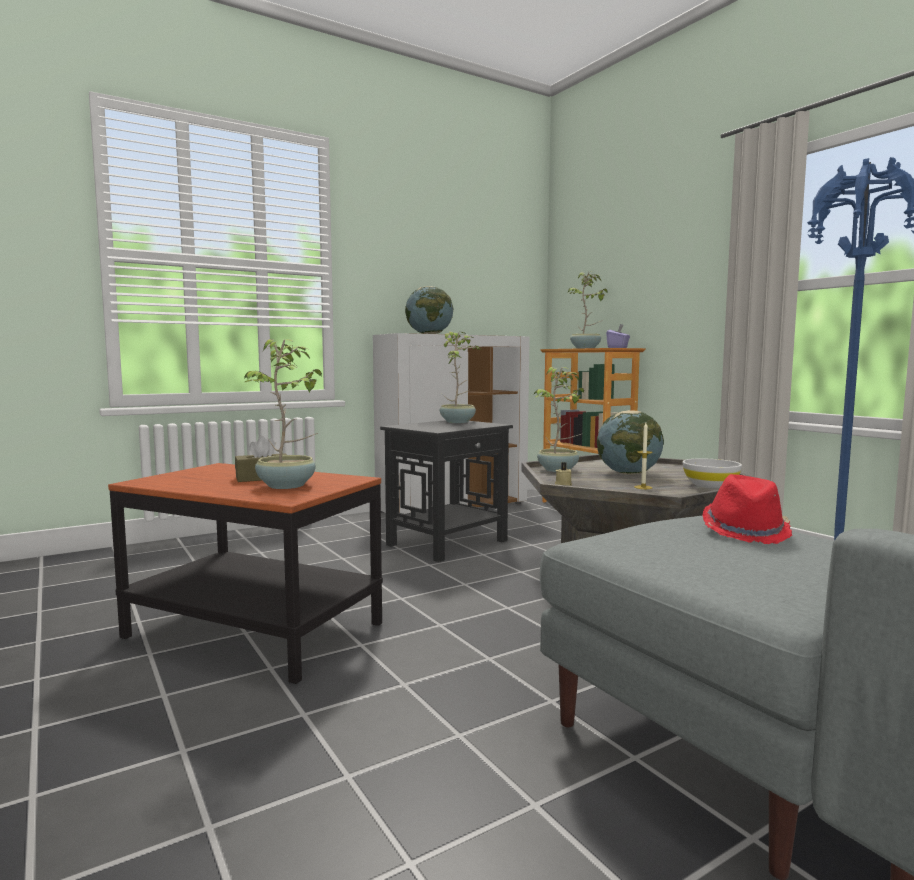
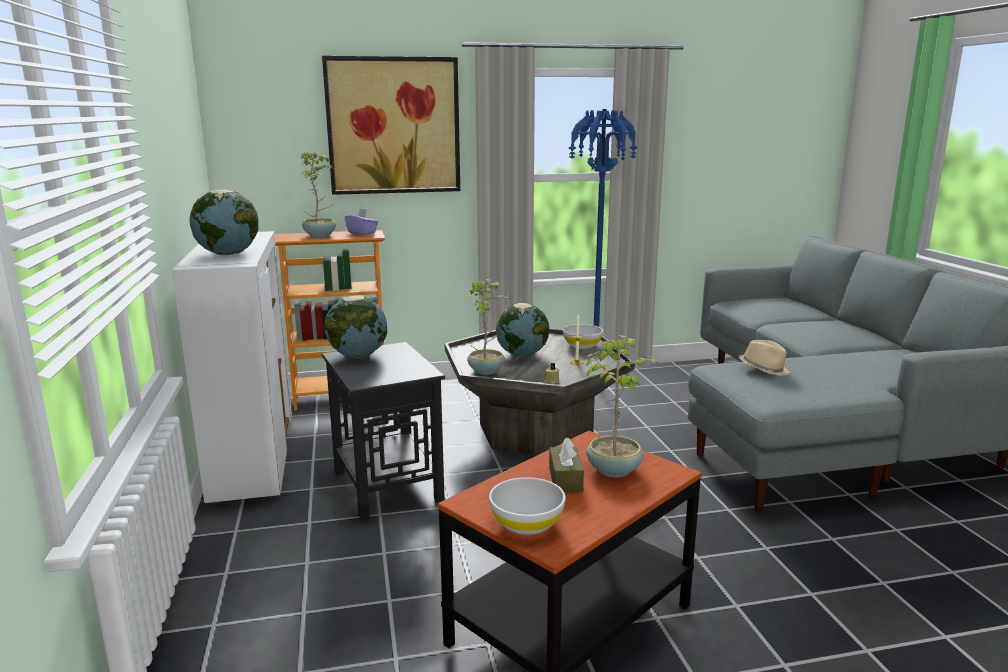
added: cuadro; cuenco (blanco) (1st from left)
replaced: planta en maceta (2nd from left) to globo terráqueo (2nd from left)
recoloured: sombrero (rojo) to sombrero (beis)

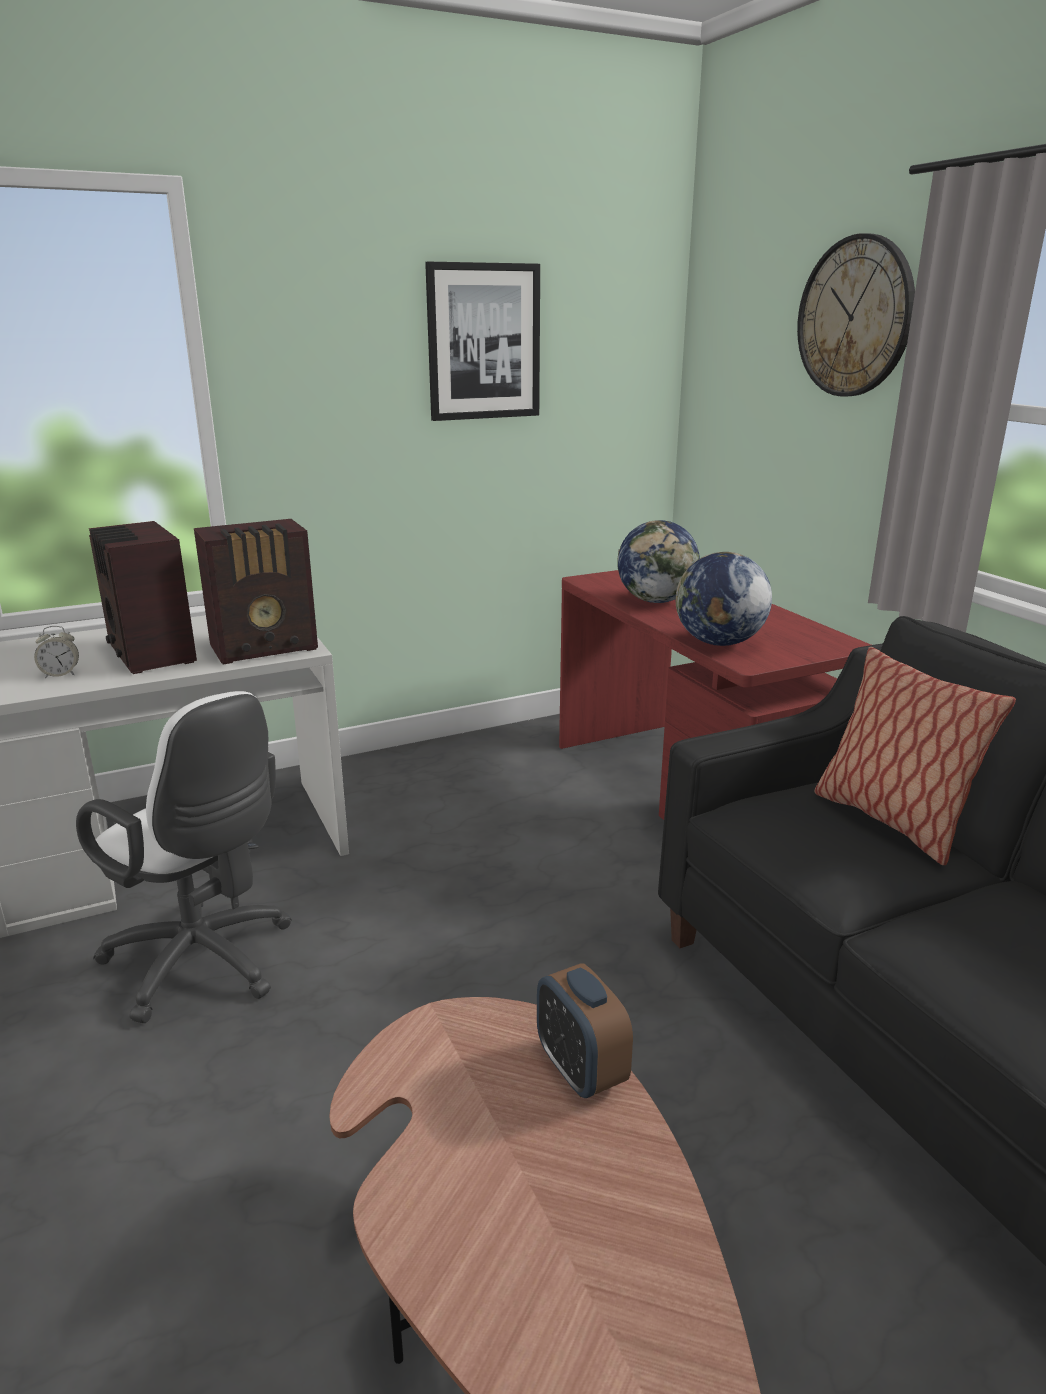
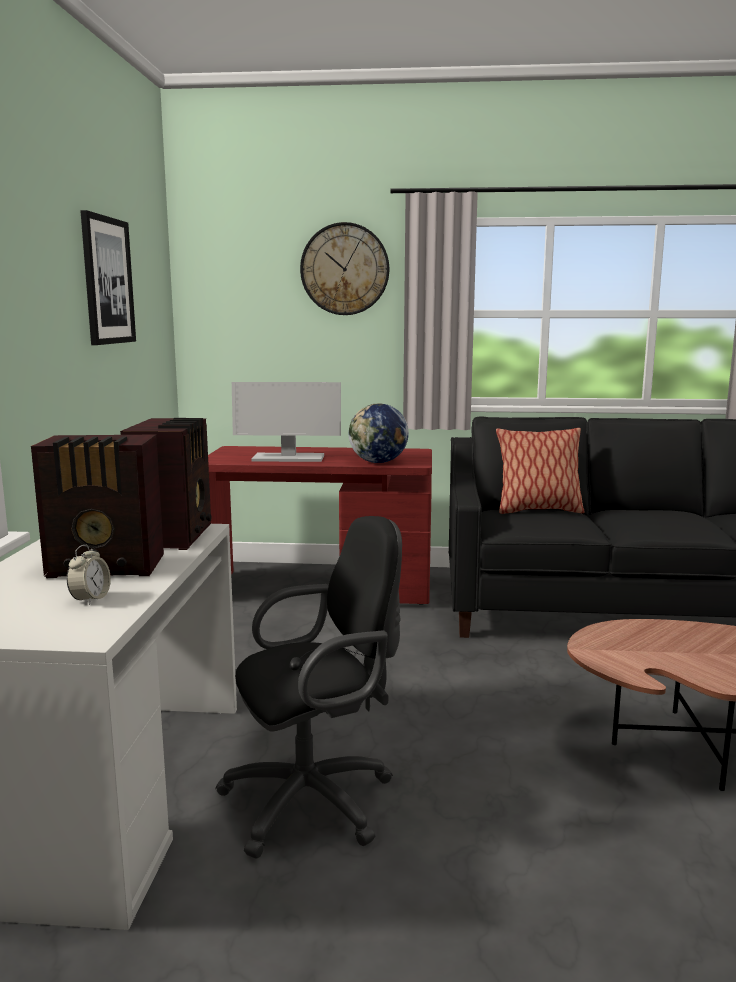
removed: despertador (2nd from left)
replaced: globo terráqueo (1st from left) to monitor
recoloured: silla de oficina (blanco) to silla de oficina (negro)

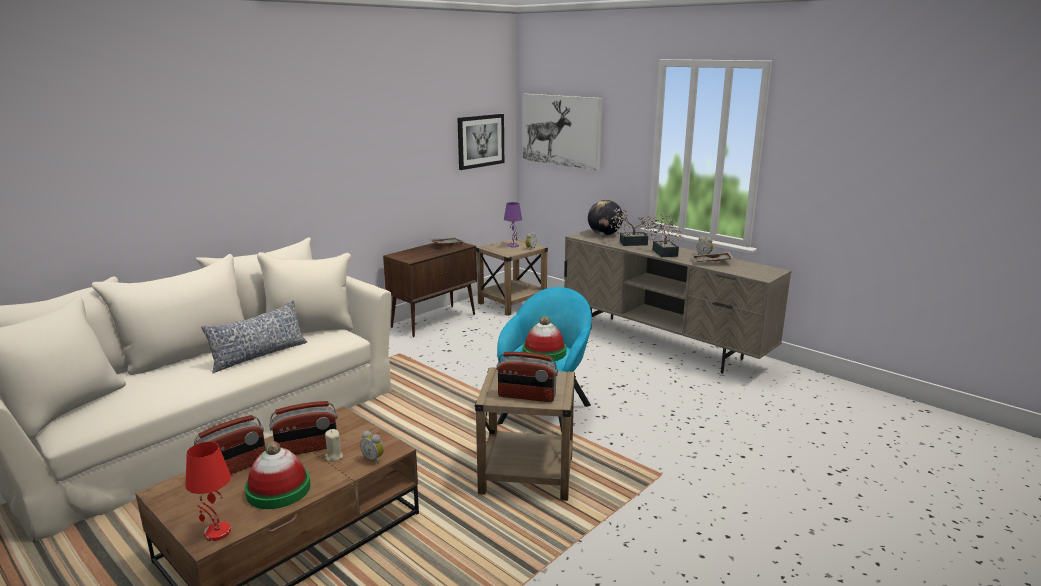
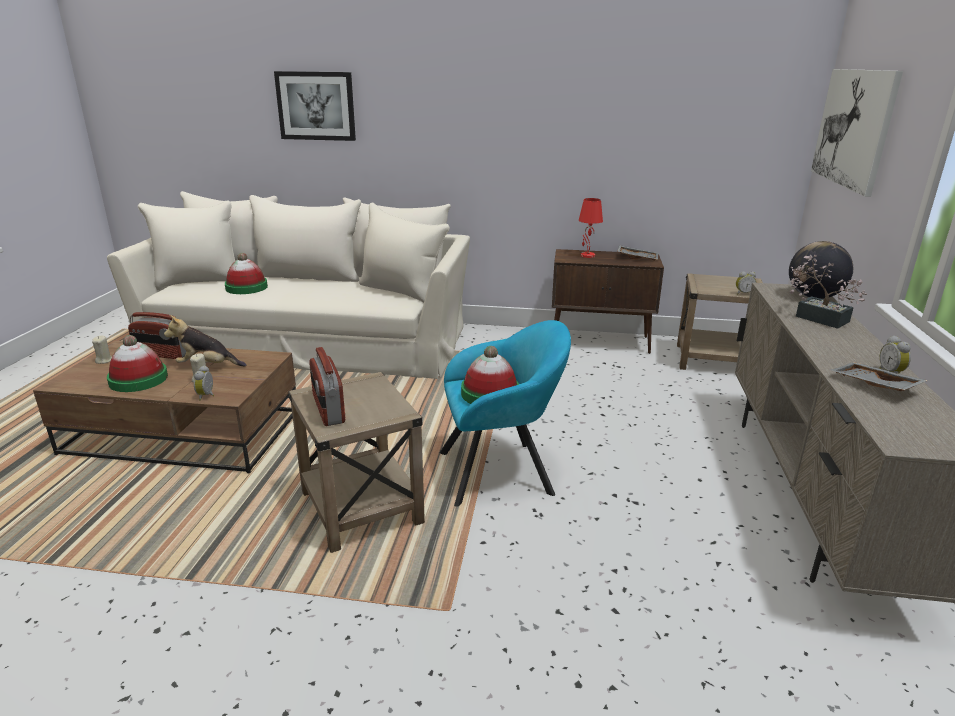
removed: cojín; lámpara de mesa (morado); planta en maceta (2nd from left)
added: vela (beis) (1st from left); sombrero (2nd from left)
moved: lámpara de mesa (rojo); cuadro (1st from left)
replaced: radio (2nd from left) to peluche

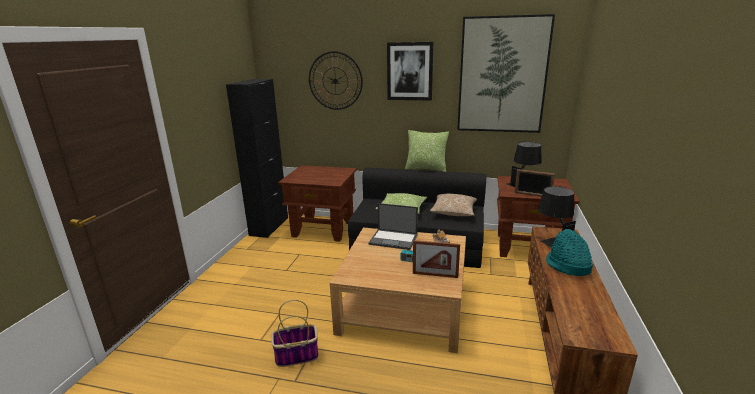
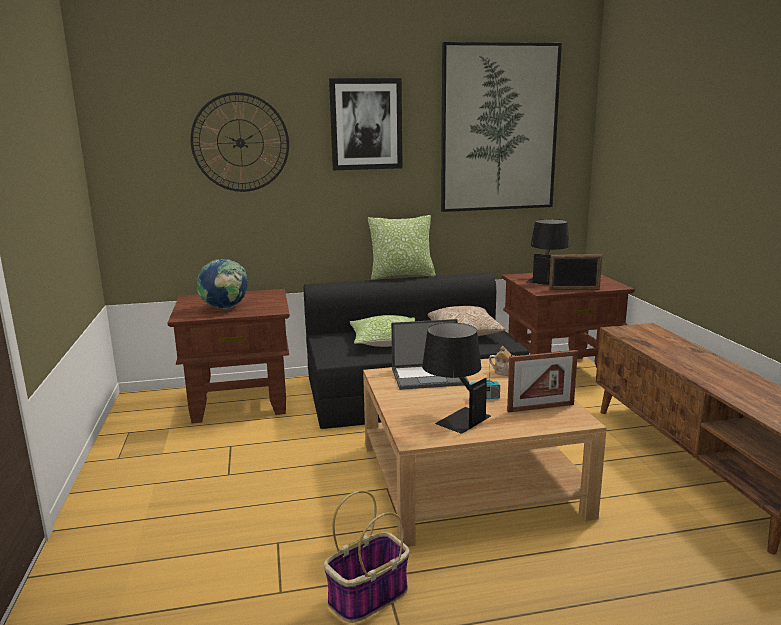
removed: armario (negro); sombrero (turquesa)
added: globo terráqueo
moved: lámpara de mesa (negro) (2nd from left in the first image) to lámpara de mesa (negro) (1st from left)

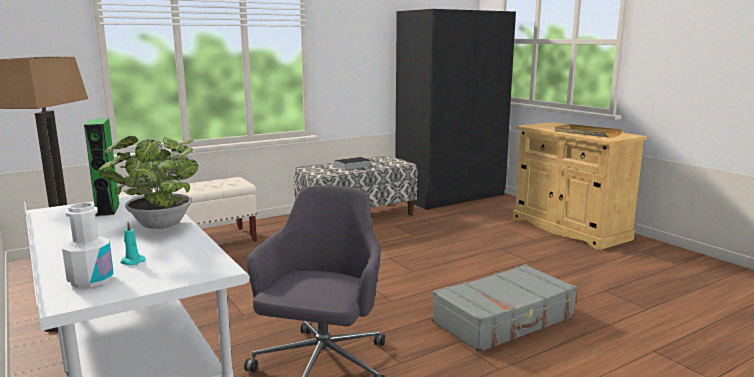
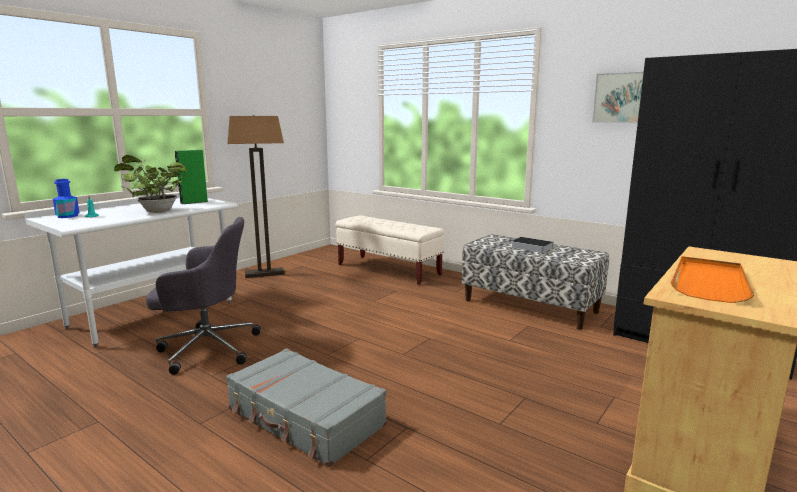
added: cuadro
recoloured: botella (blanco) to botella (azul); bandeja (beis) to bandeja (naranja)

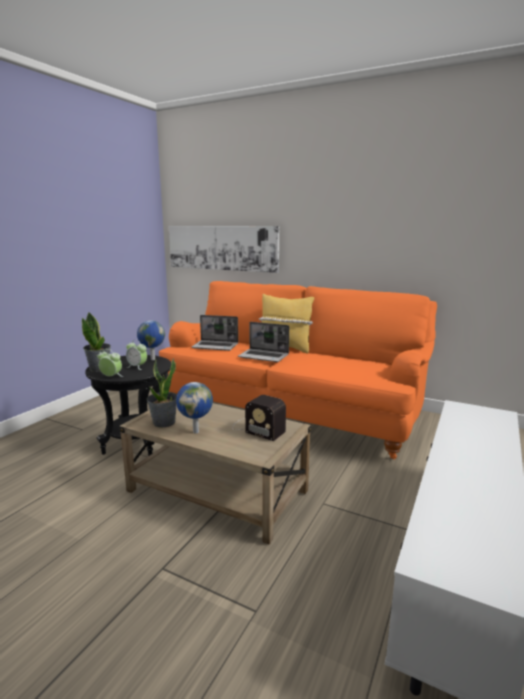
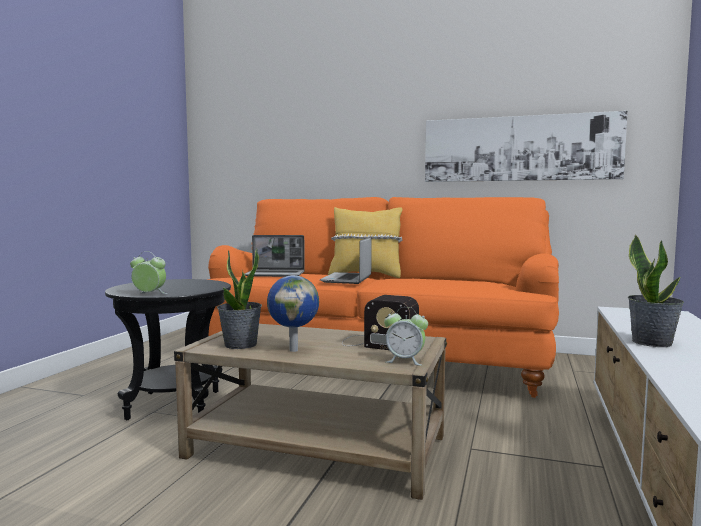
removed: globo terráqueo (1st from left)
moved: planta en maceta (1st from left in the first image) to planta en maceta (2nd from left); despertador (2nd from left); cuadro
turned: portátil (2nd from left) 90 degrees clockwise

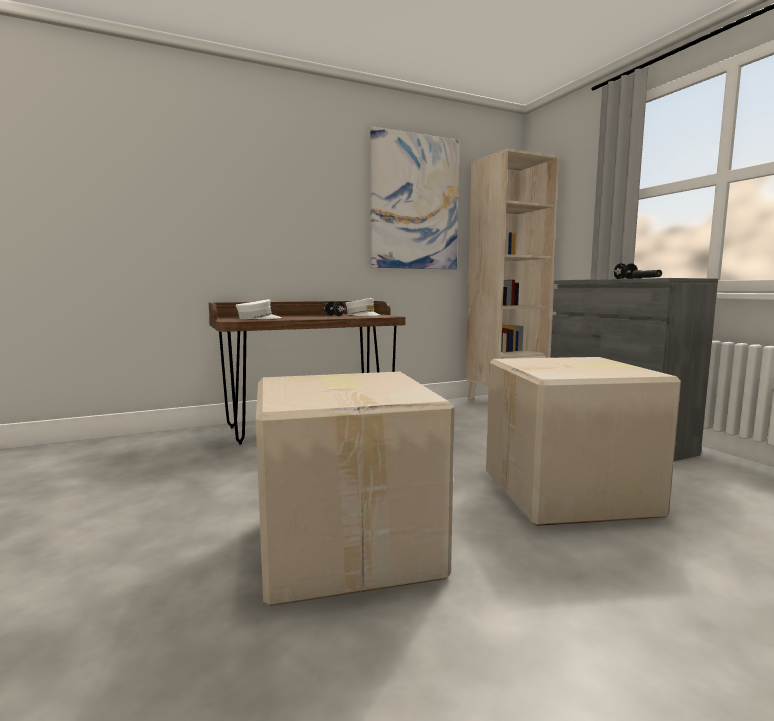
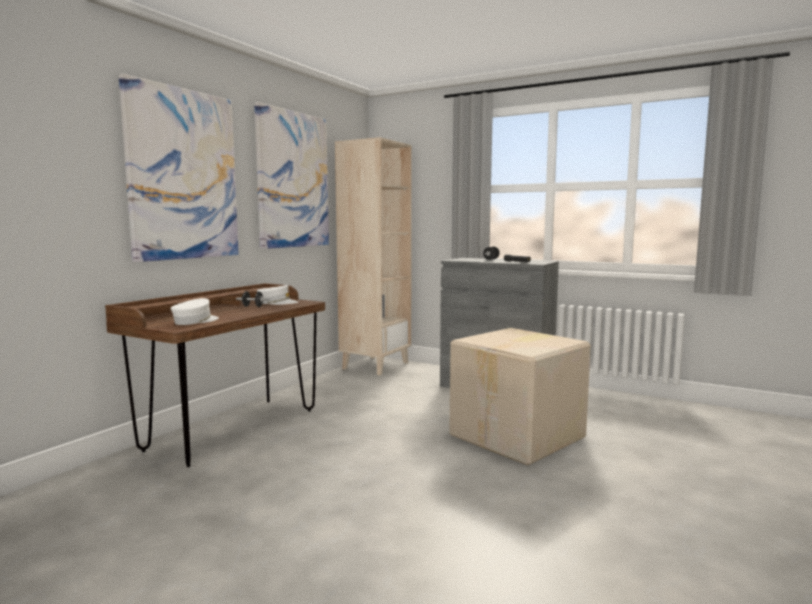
removed: caja de cartón (1st from left)
added: cuadro (1st from left)

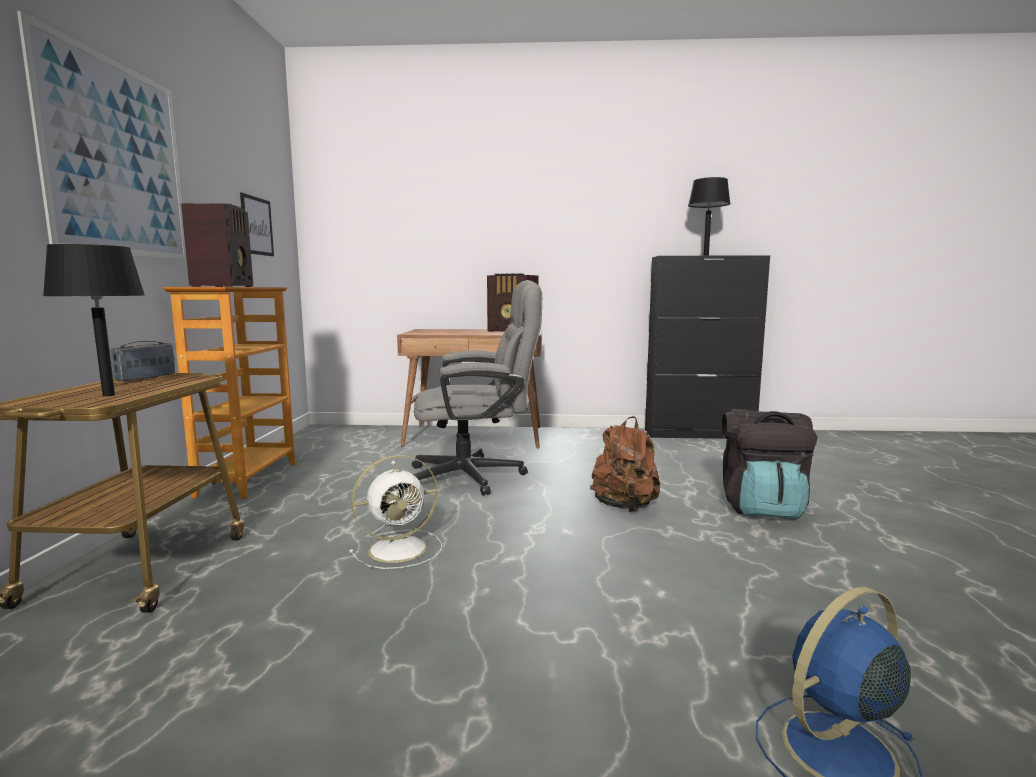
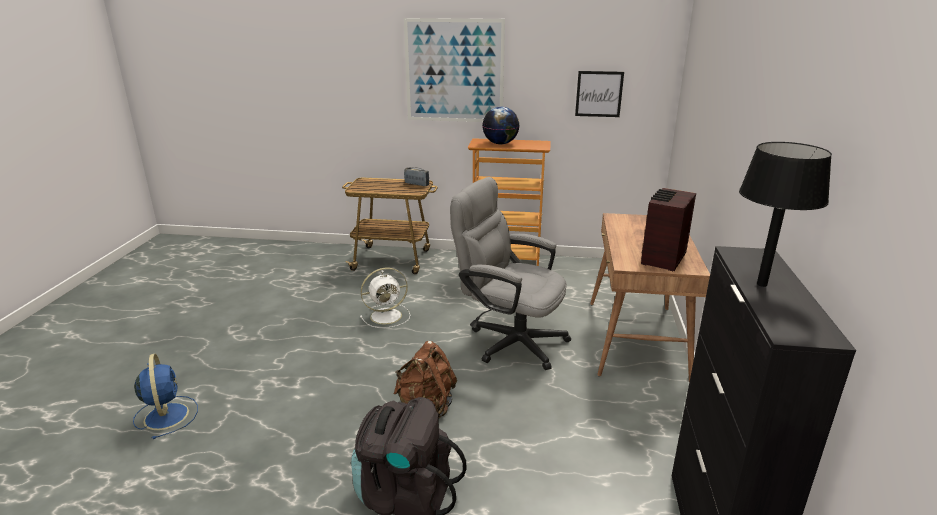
removed: lámpara de mesa (negro) (1st from left)
replaced: radio (2nd from left) to globo terráqueo
turned: ventilador (blanco) 90 degrees counterclockwise; silla de oficina (gris) 120 degrees clockwise

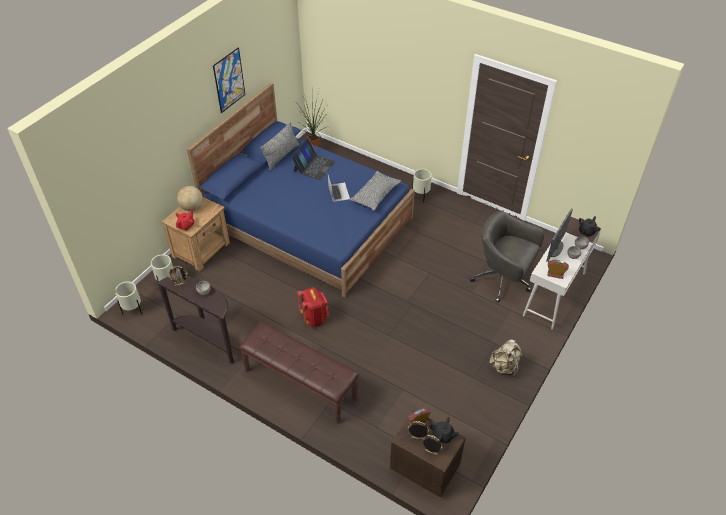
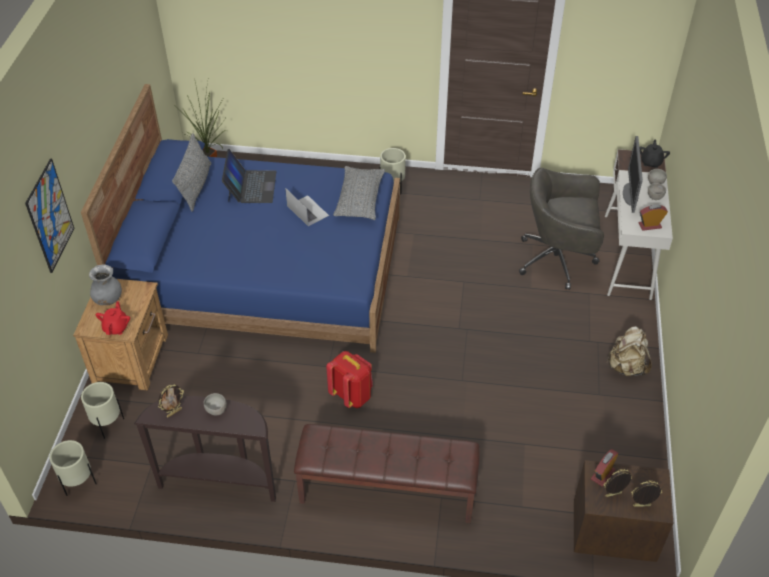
removed: tetera (negro) (1st from left)
moved: cuadro
replaced: globo terráqueo to florero (gris)

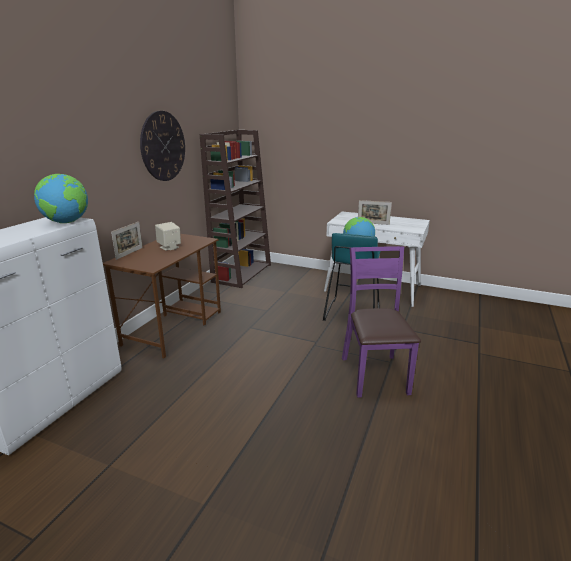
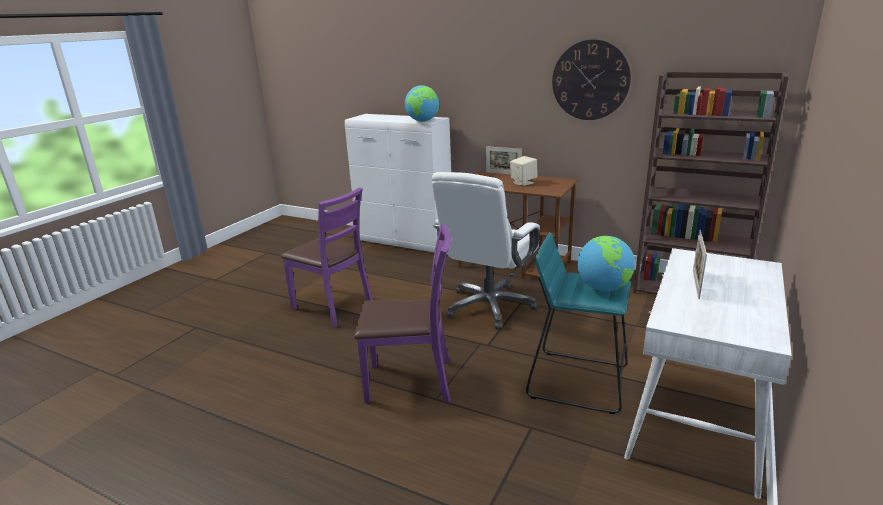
added: silla (morado) (1st from left); silla de oficina (blanco)

